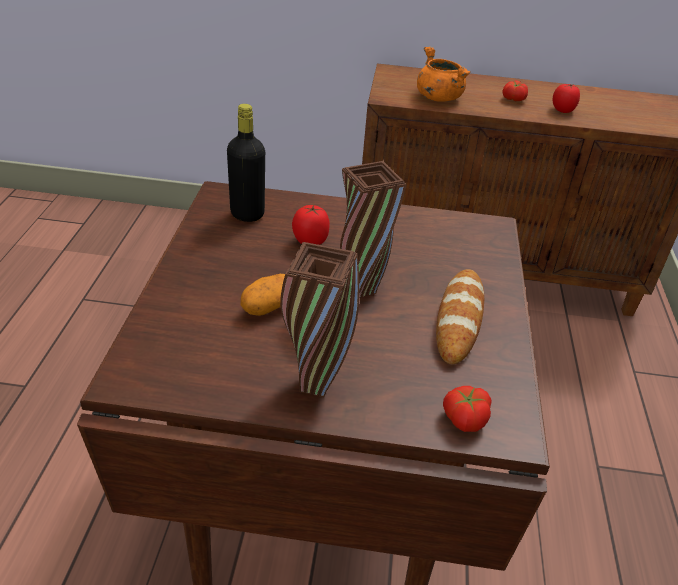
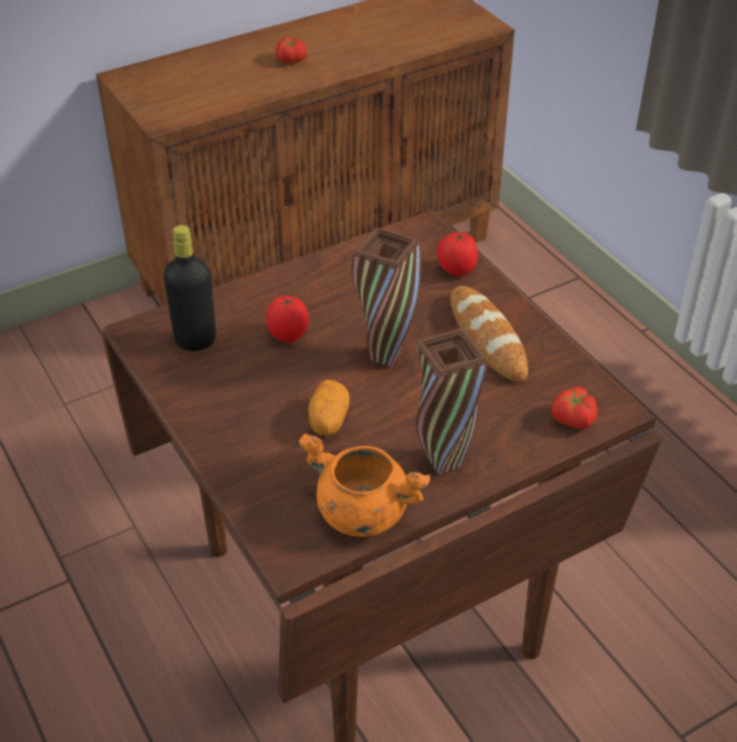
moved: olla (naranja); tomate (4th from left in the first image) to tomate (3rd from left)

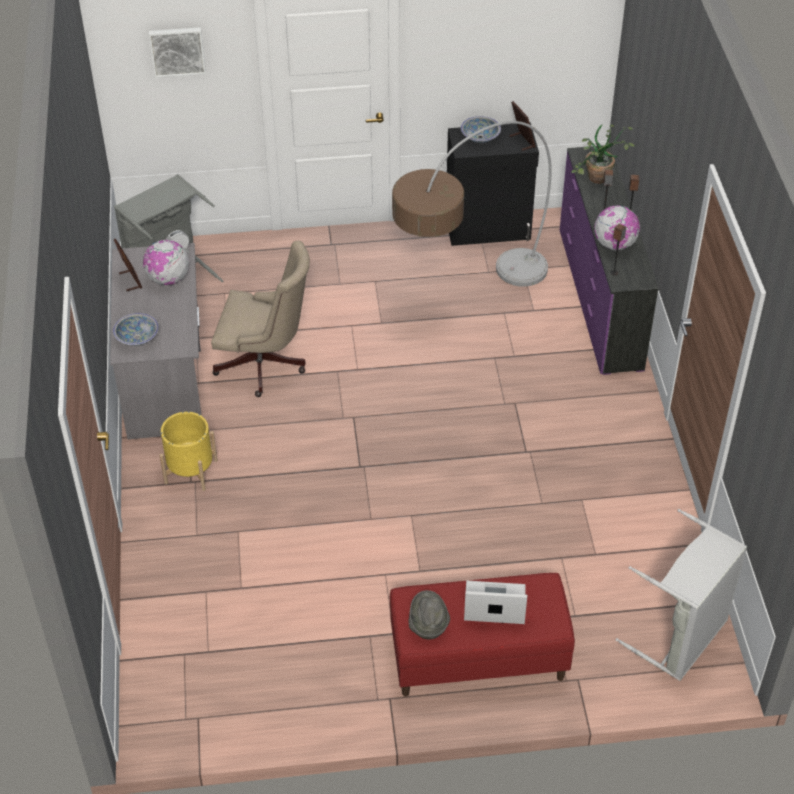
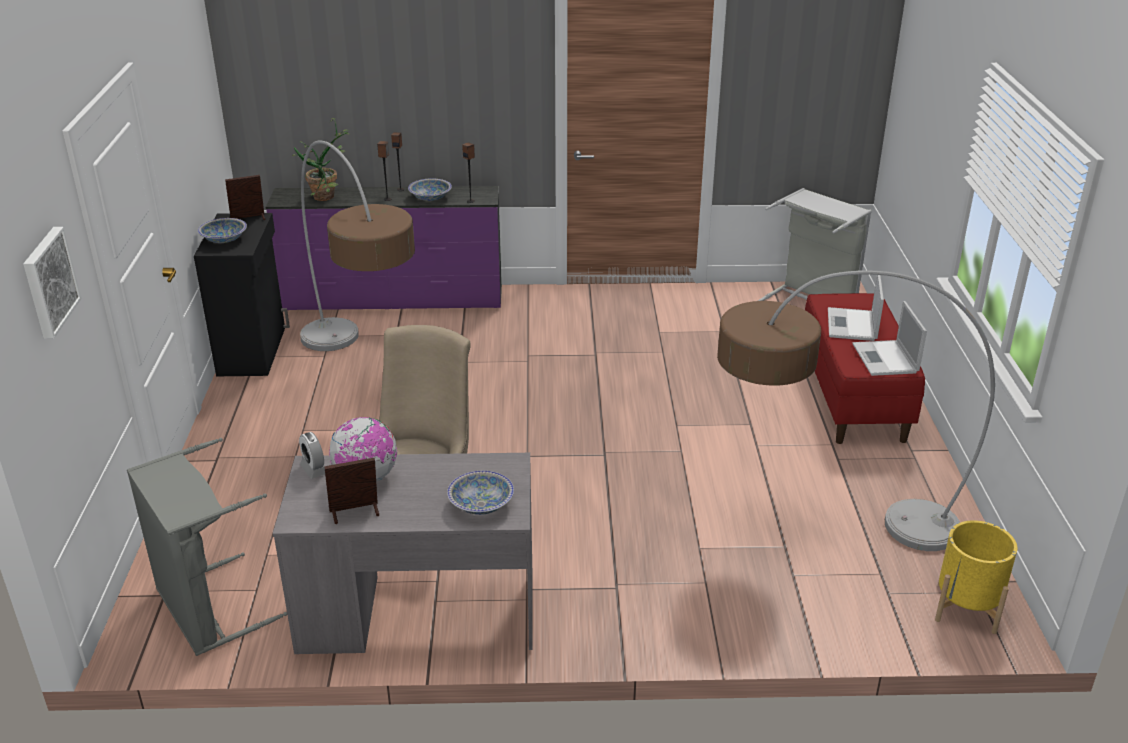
added: lámpara de pie (2nd from left)
moved: maceta (amarillo)
replaced: sombrero (gris) to portátil (2nd from left); globo terráqueo (2nd from left) to cuenco (2nd from left)

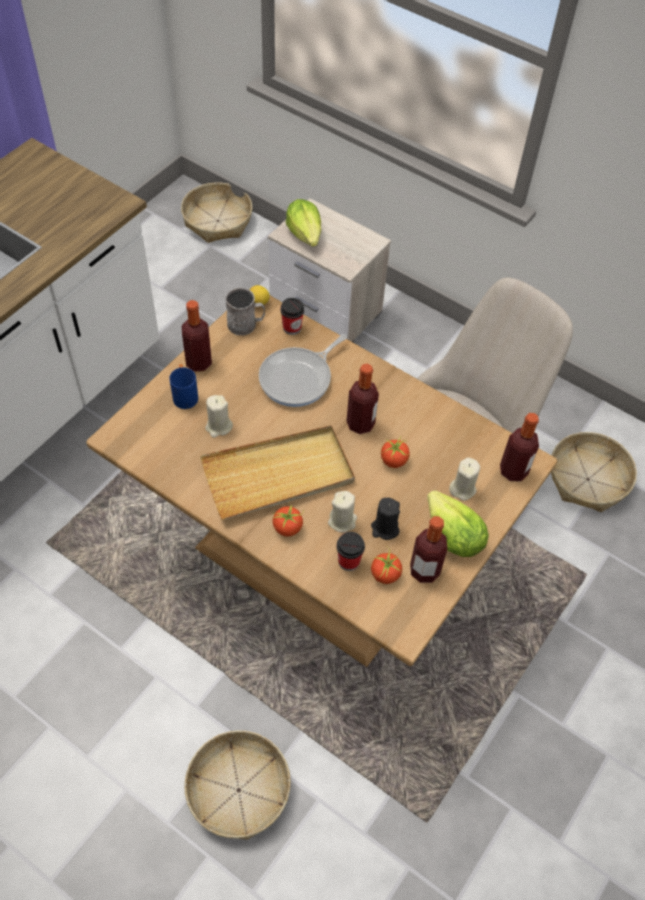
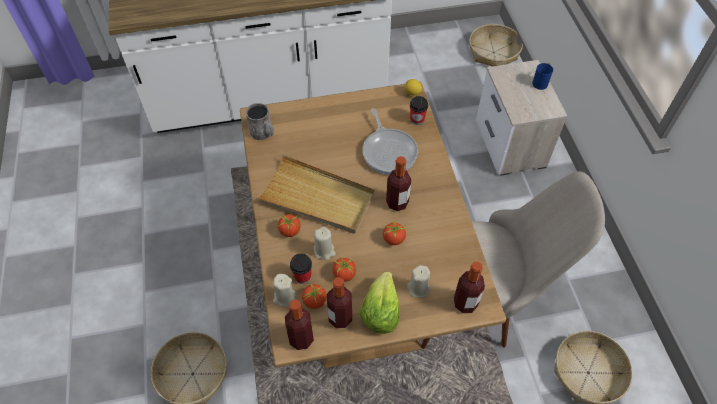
removed: lechuga (1st from left)
moved: taza grande (azul); botella (1st from left); vela (beis) (1st from left); taza grande (gris)
replaced: vela (negro) to tomate (3rd from left)
turned: sartén 105 degrees counterclockwise

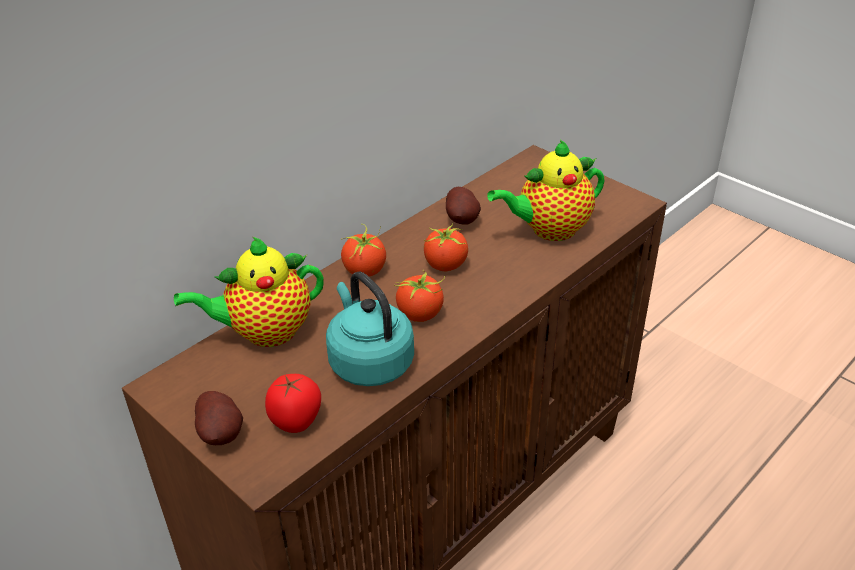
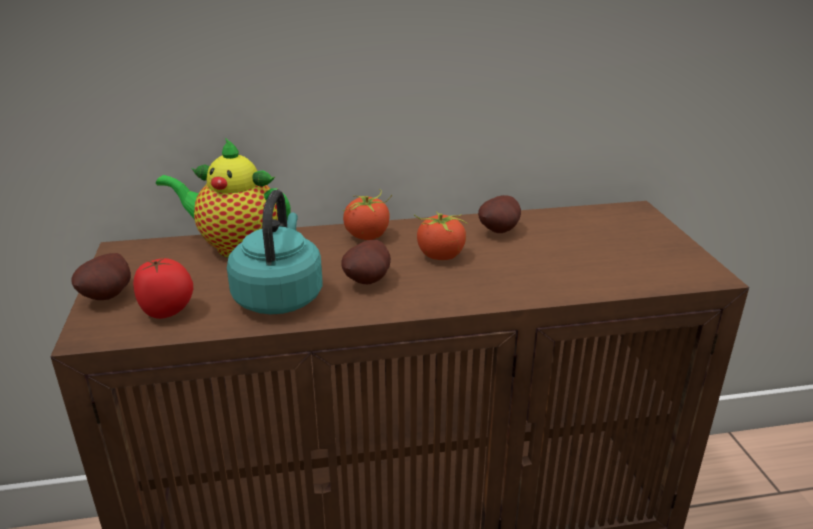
removed: tetera (2nd from left)
replaced: tomate (3rd from left) to patata (2nd from left)

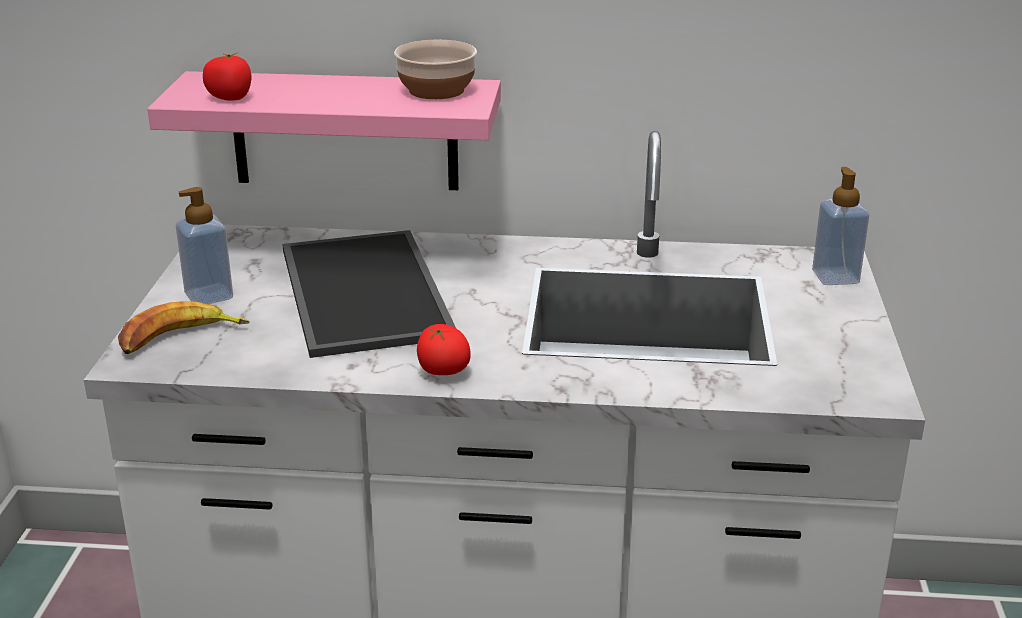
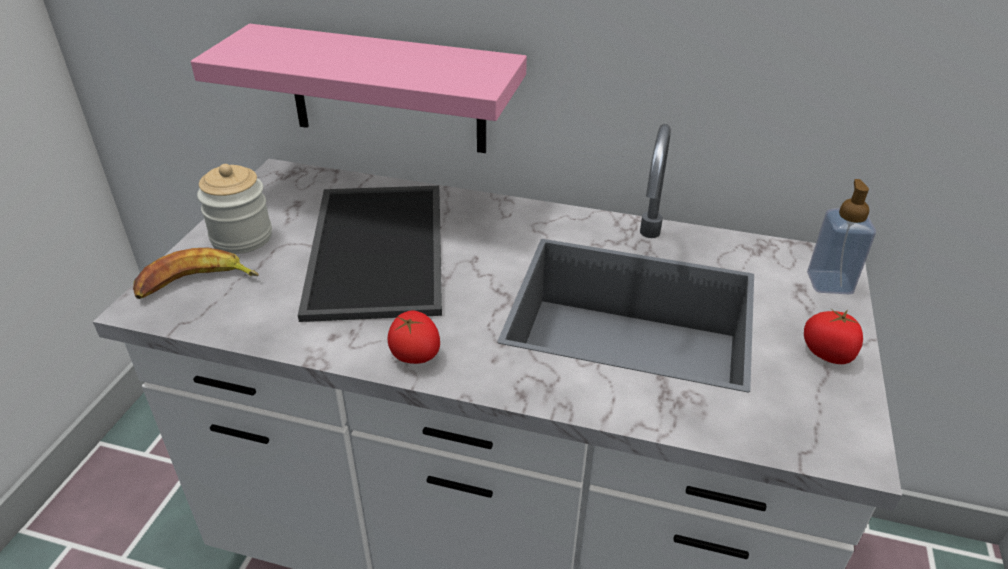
removed: cuenco
moved: tomate (1st from left in the first image) to tomate (2nd from left)
replaced: dispensador de jabón (1st from left) to tarro

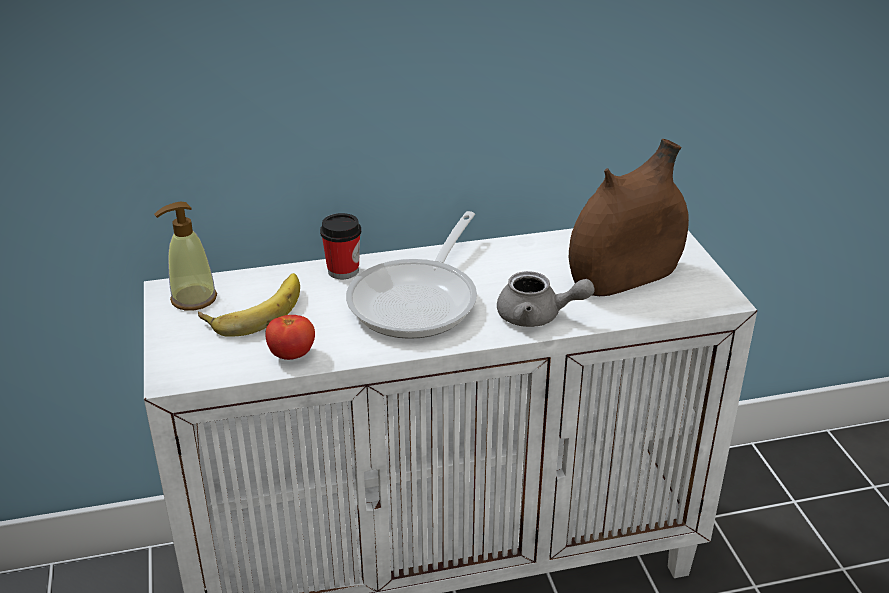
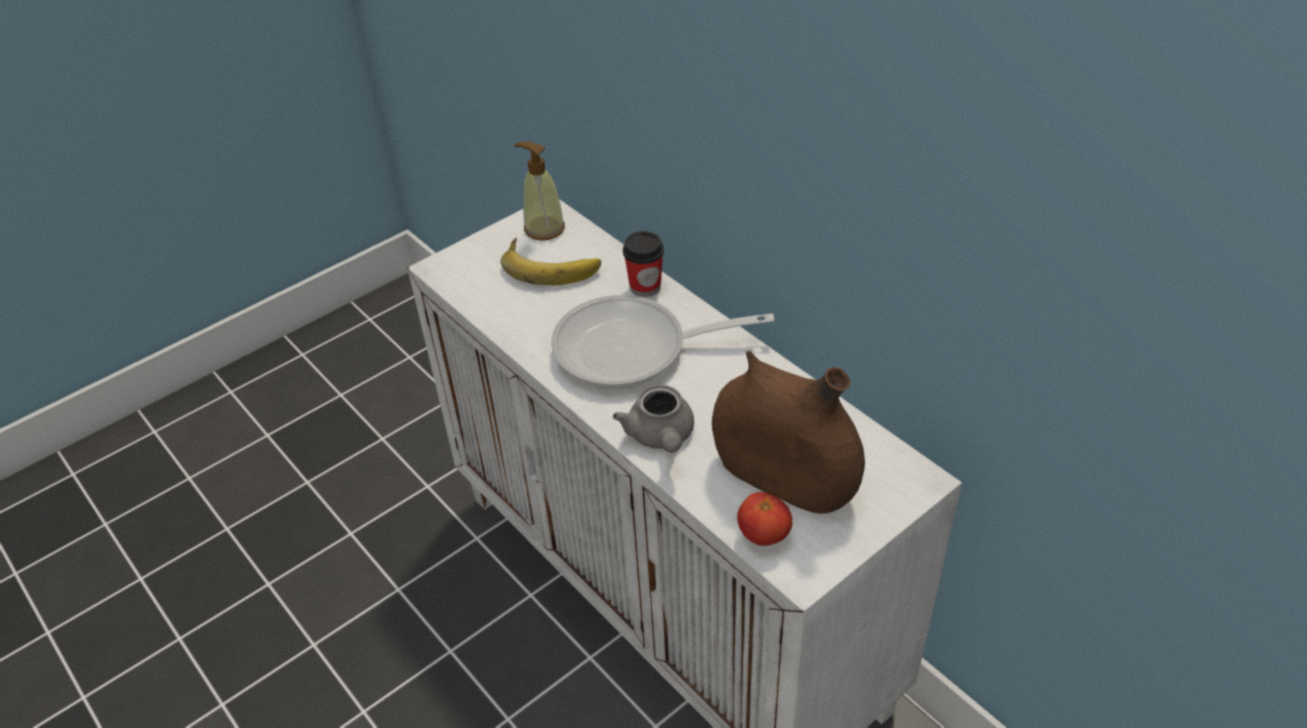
moved: tomate

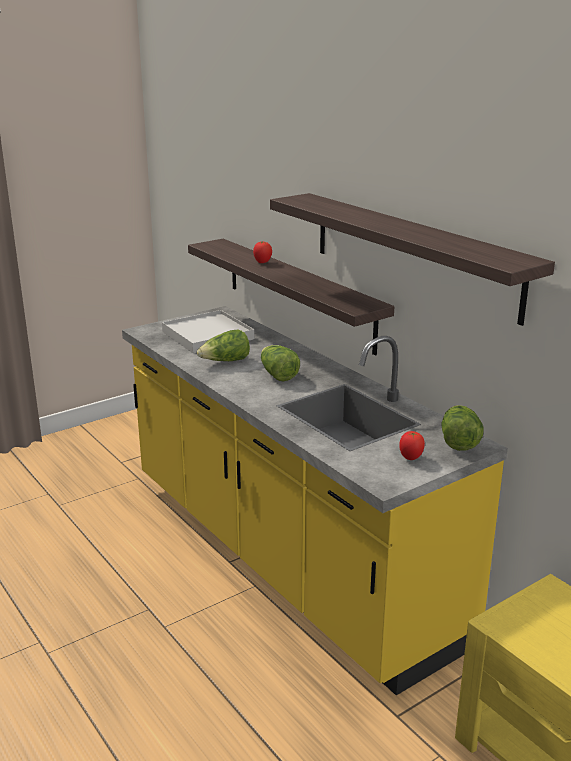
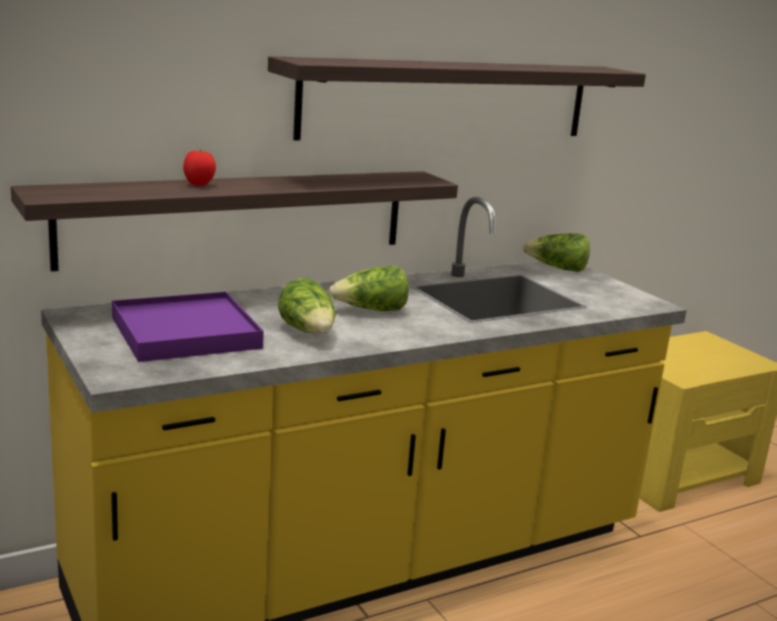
removed: tomate (2nd from left)
recoloured: bandeja (blanco) to bandeja (morado)

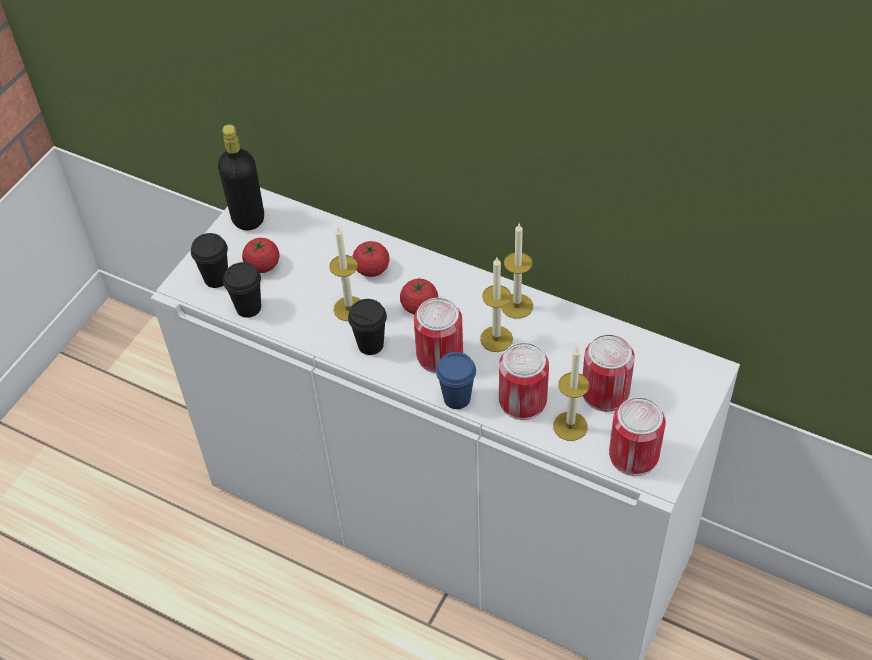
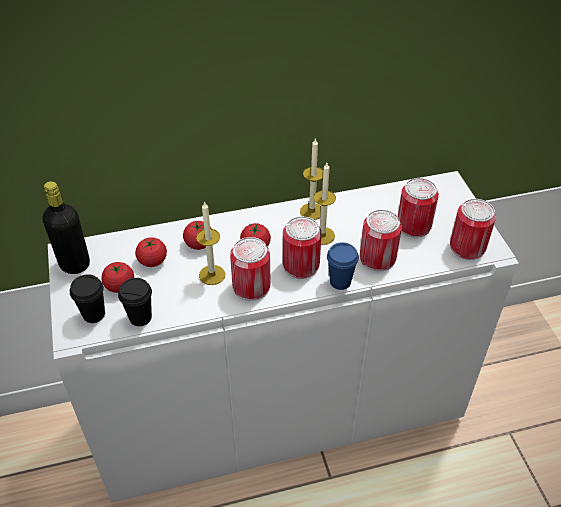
removed: vela (4th from left)
added: tomate (2nd from left)
replaced: taza (negro) (3rd from left) to lata (1st from left)

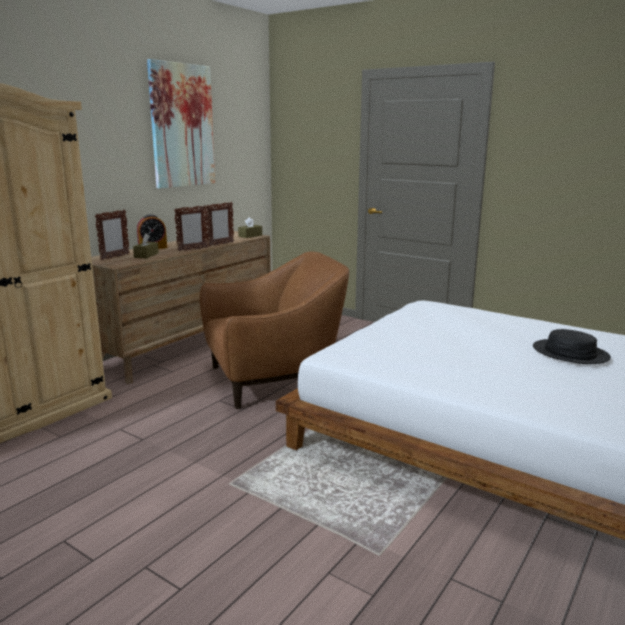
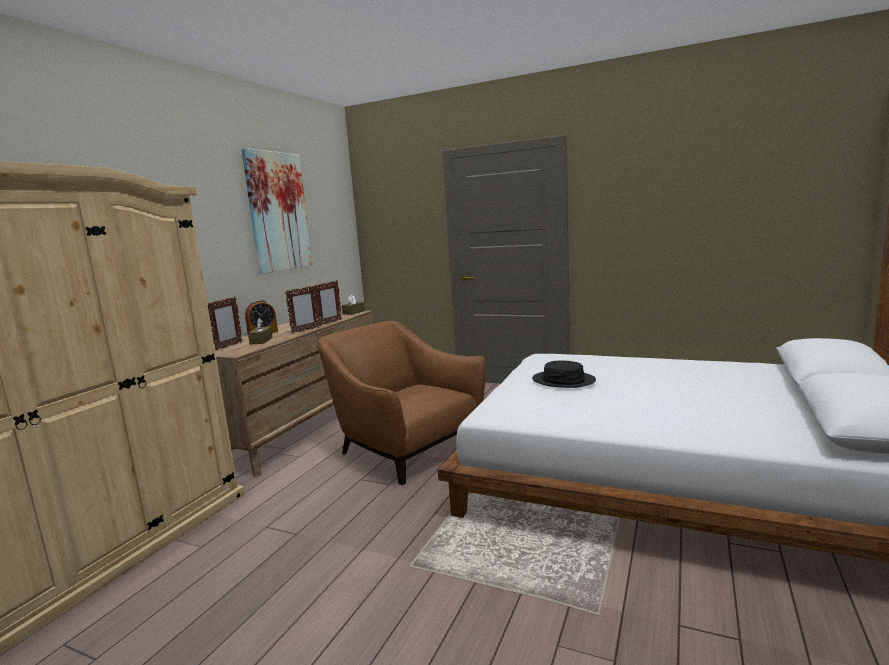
moved: sombrero (negro)
turned: sillón (marrón) 105 degrees counterclockwise

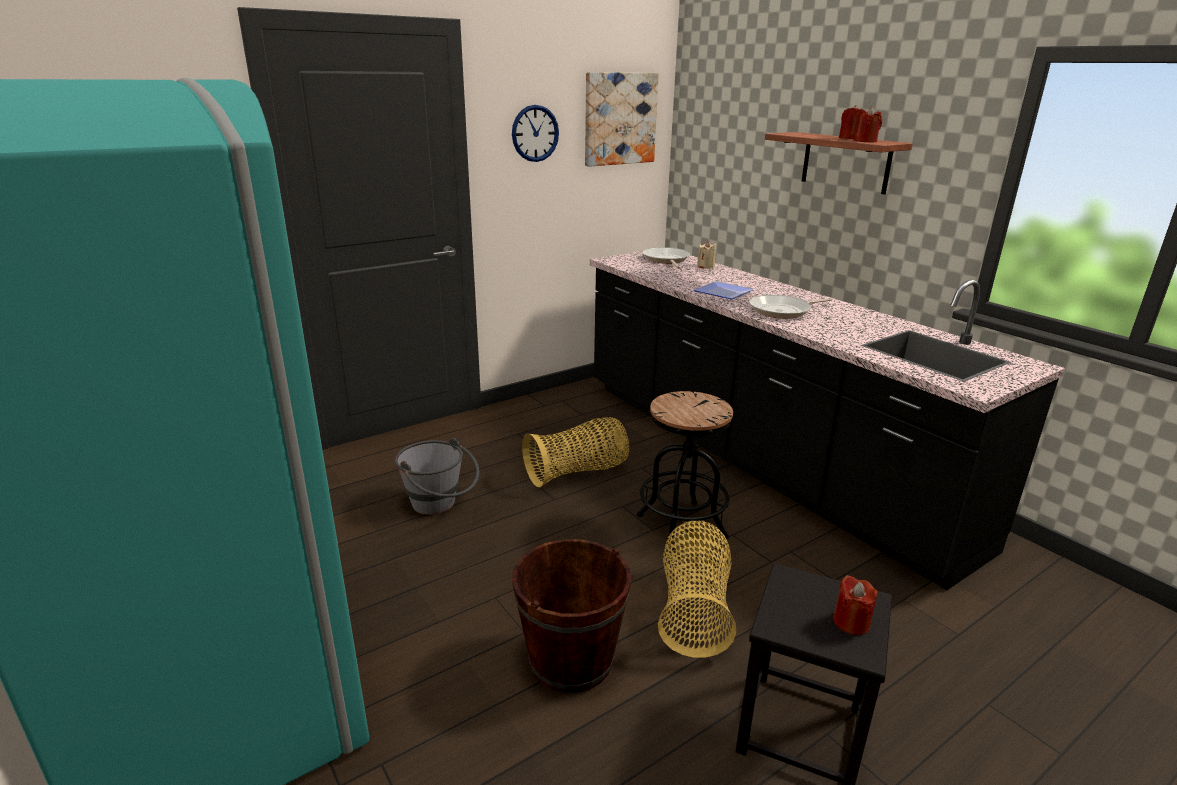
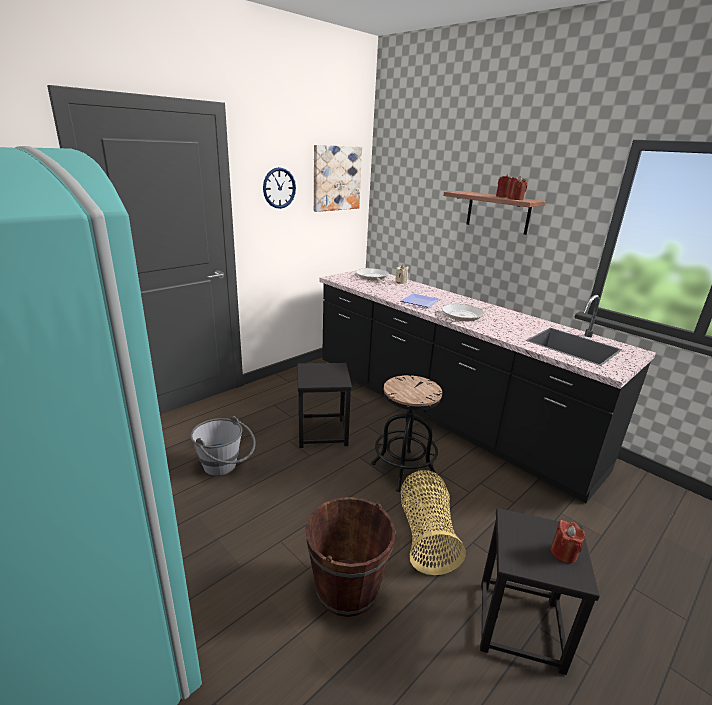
replaced: cesta (1st from left) to taburete (negro) (1st from left)

